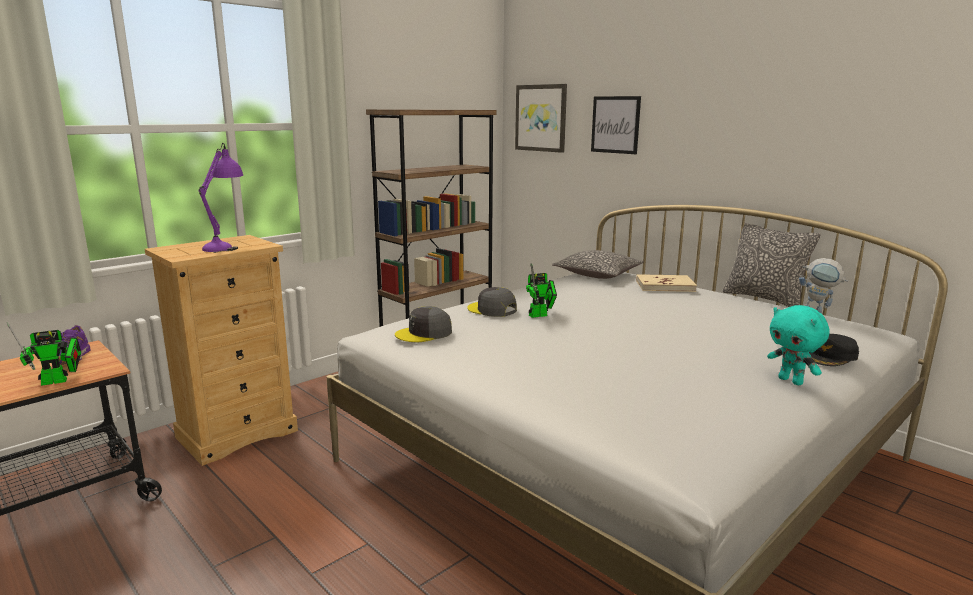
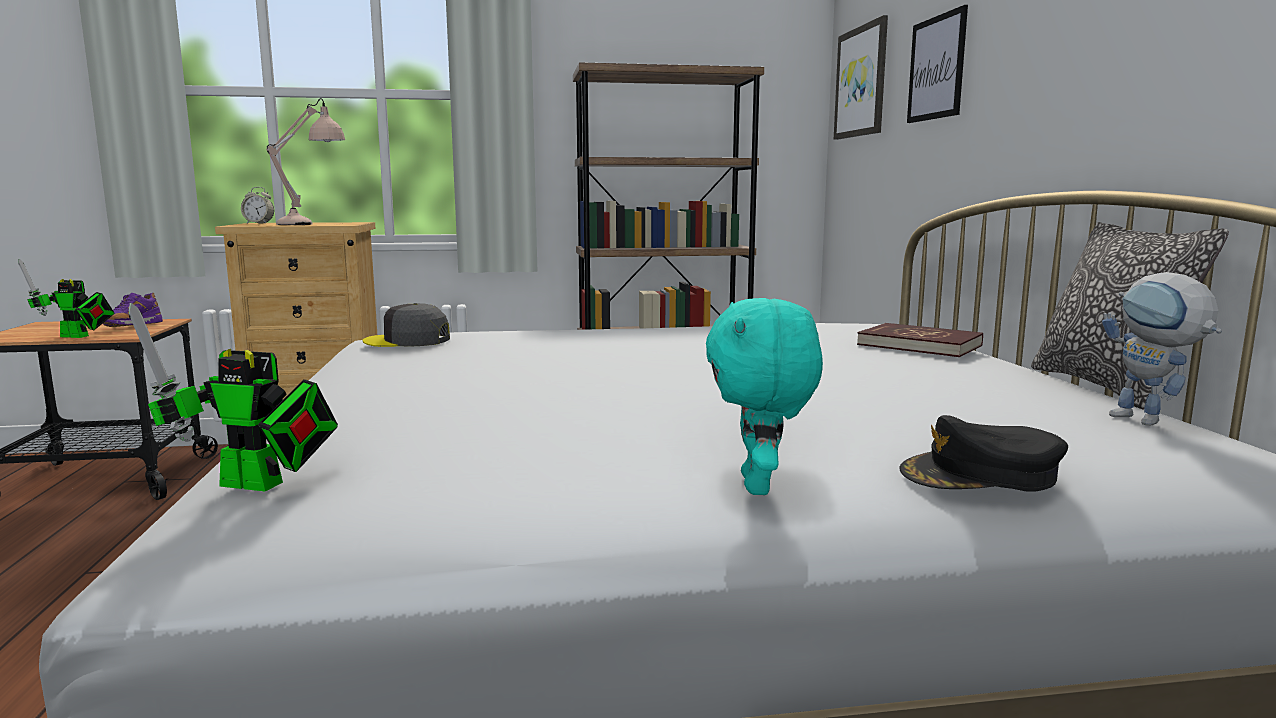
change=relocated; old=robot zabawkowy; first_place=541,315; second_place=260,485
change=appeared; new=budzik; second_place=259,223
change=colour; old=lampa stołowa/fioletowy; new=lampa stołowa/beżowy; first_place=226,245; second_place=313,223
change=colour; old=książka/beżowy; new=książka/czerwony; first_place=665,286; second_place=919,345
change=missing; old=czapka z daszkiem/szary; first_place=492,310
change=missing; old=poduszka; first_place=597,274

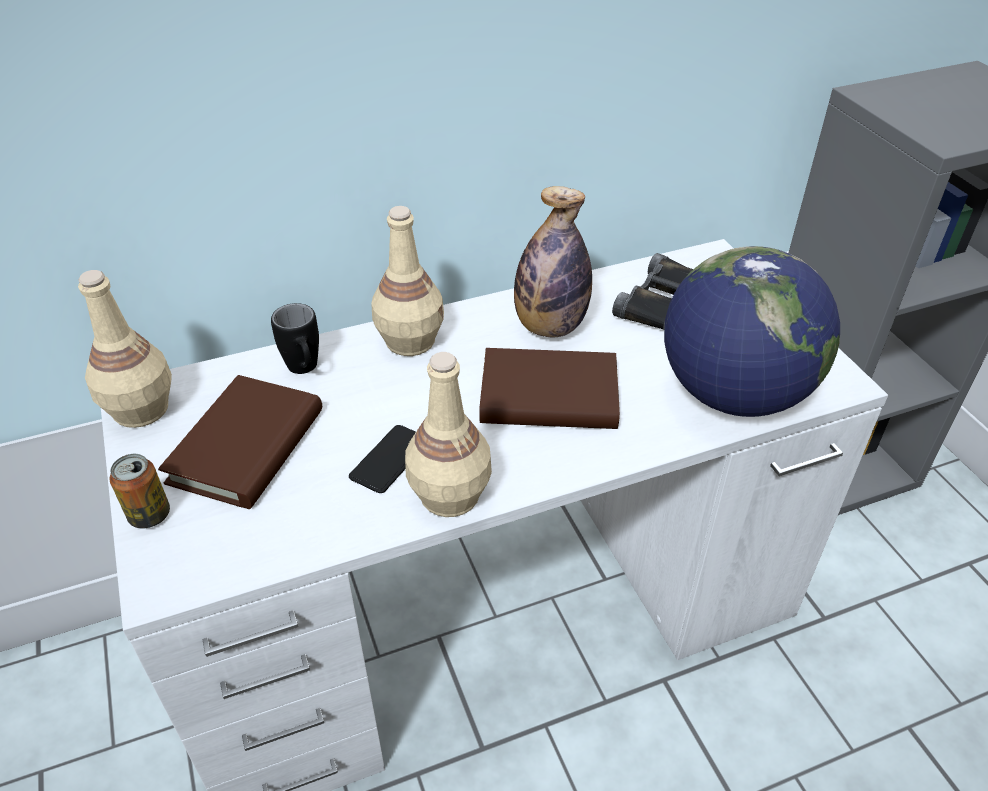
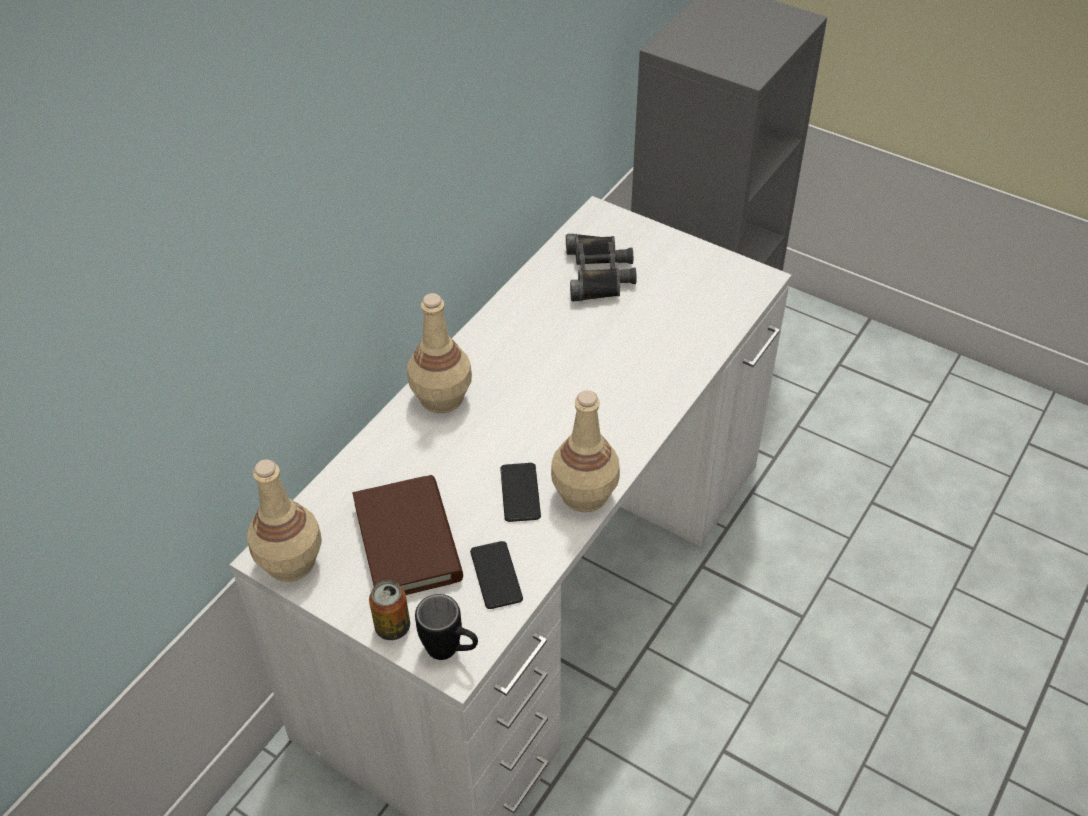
change=relocated; old=kubek/czarny; first_place=305,370; second_place=451,651
change=appeared; new=telefon; second_place=496,575
change=missing; old=książka/brązowy; first_place=549,396
change=missing; old=butelka; first_place=550,326
change=missing; old=globus; first_place=734,394

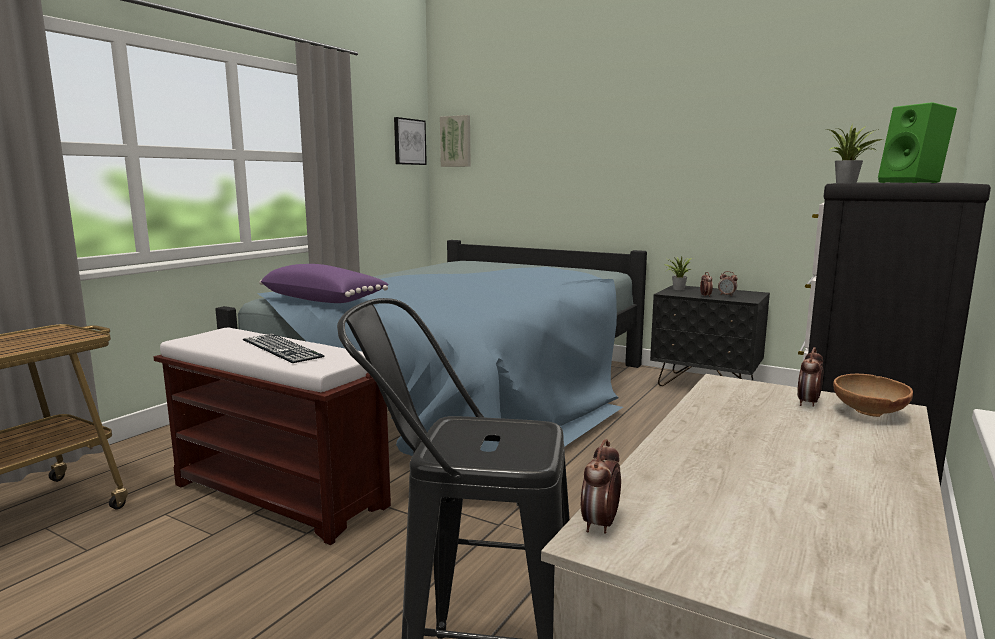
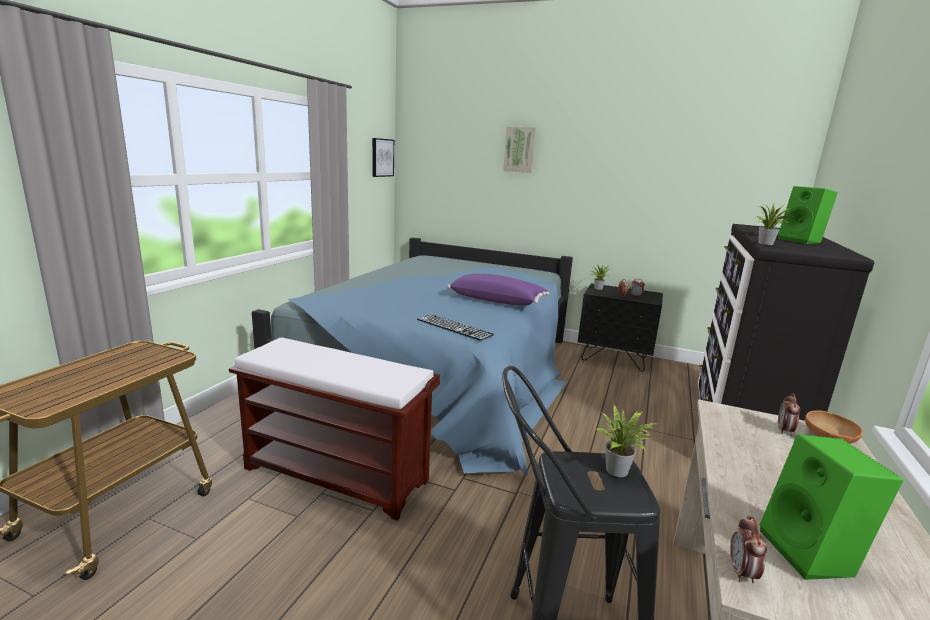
change=relocated; old=klawiatura; first_place=281,348; second_place=454,327
change=relocated; old=poduszka/fioletowy; first_place=324,300; second_place=497,300
change=relocated; old=obraz; first_place=456,141; second_place=519,149
change=appeared; new=roślina doniczkowa; second_place=620,471
change=appeared; new=głośnik/zielony; second_place=813,555

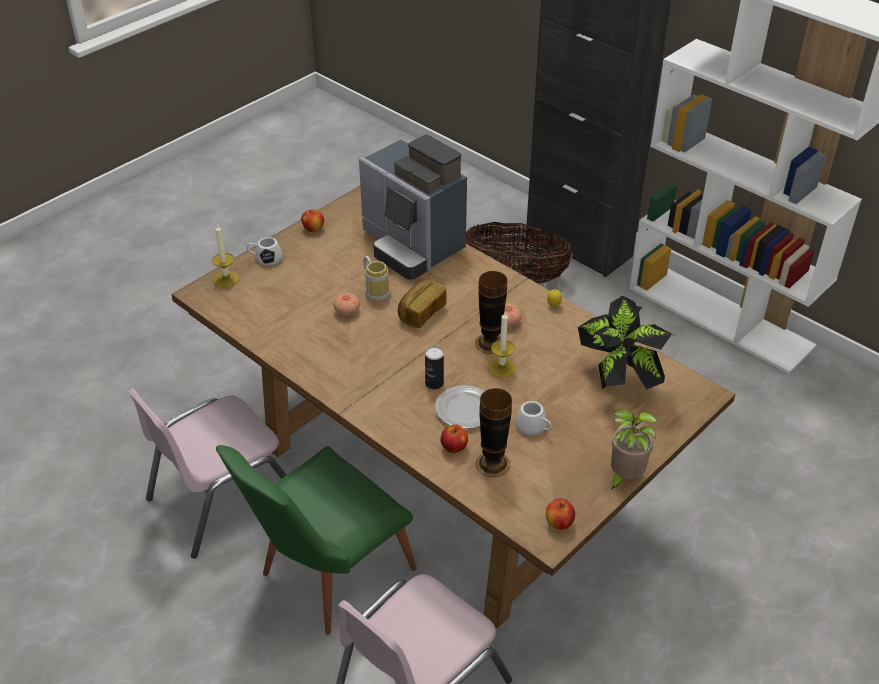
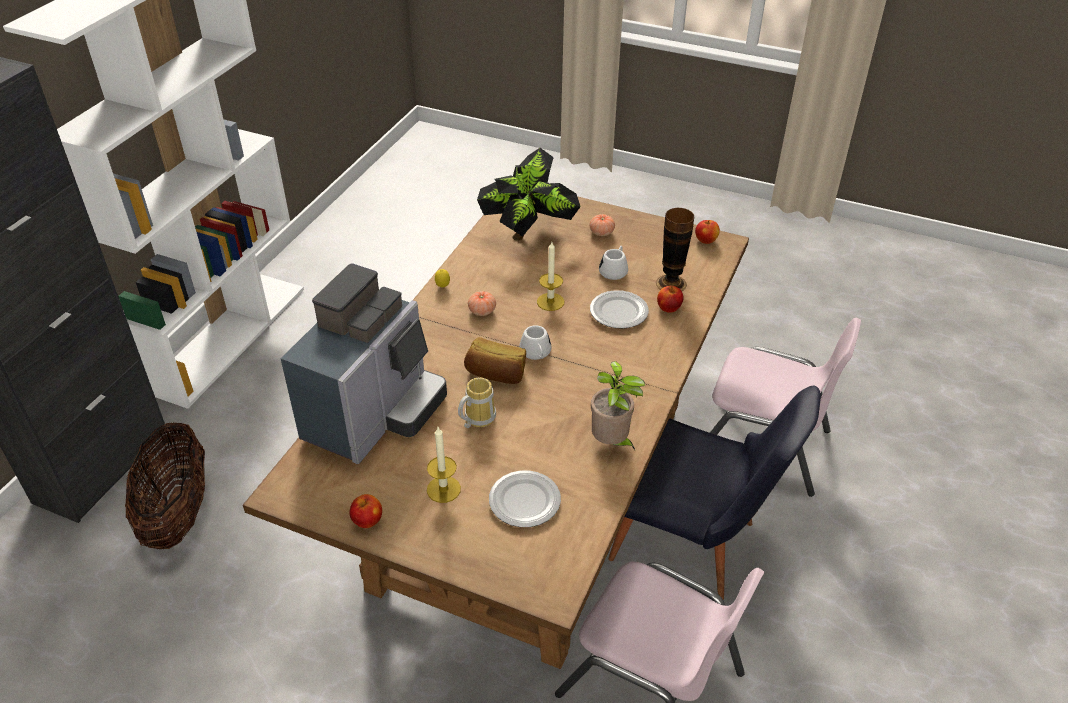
change=relocated; old=świeca; first_place=226,279; second_place=443,489
change=appeared; new=talerz; second_place=524,501
change=relocated; old=kubek/biały; first_place=265,258; second_place=536,353
change=relocated; old=pomidor; first_place=347,311; second_place=601,232
change=relocated; old=roślina doniczkowa; first_place=624,477; second_place=611,443
change=colour; old=krzesło/zielony; new=krzesło/czarny; first_place=325,577; second_place=696,547
change=missing; old=puszka; first_place=434,383
change=missing; old=wazon; first_place=490,343

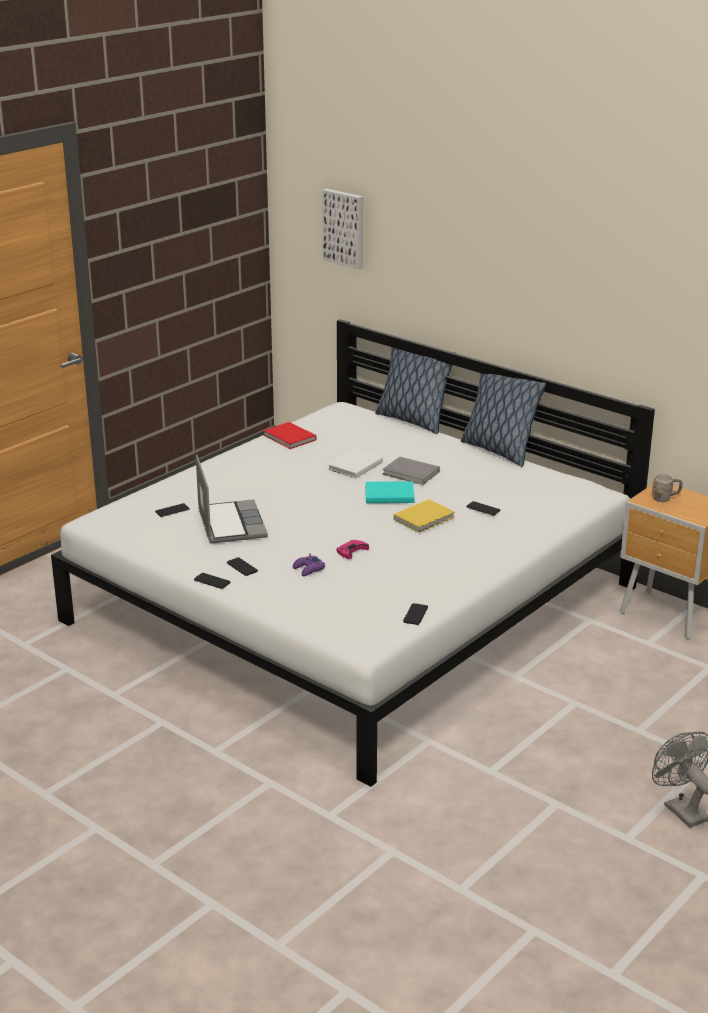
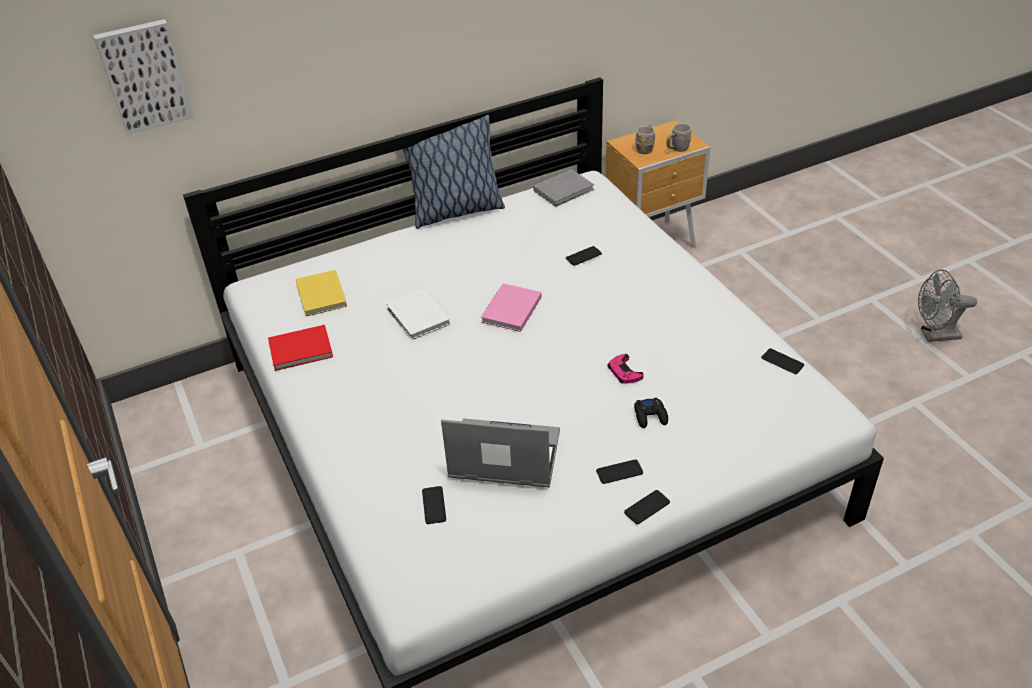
change=relocated; old=książka/żółty; first_place=425,518; second_place=322,294
change=colour; old=książka/turkusowy; new=książka/różowy; first_place=388,494; second_place=510,310
change=relocated; old=książka/szary; first_place=411,473; second_place=565,190
change=colour; old=pad do gier/fioletowy; new=pad do gier/czarny; first_place=308,569; second_place=650,416
change=appeared; new=kubek/szary; second_place=677,149
change=missing; old=poduszka; first_place=412,420

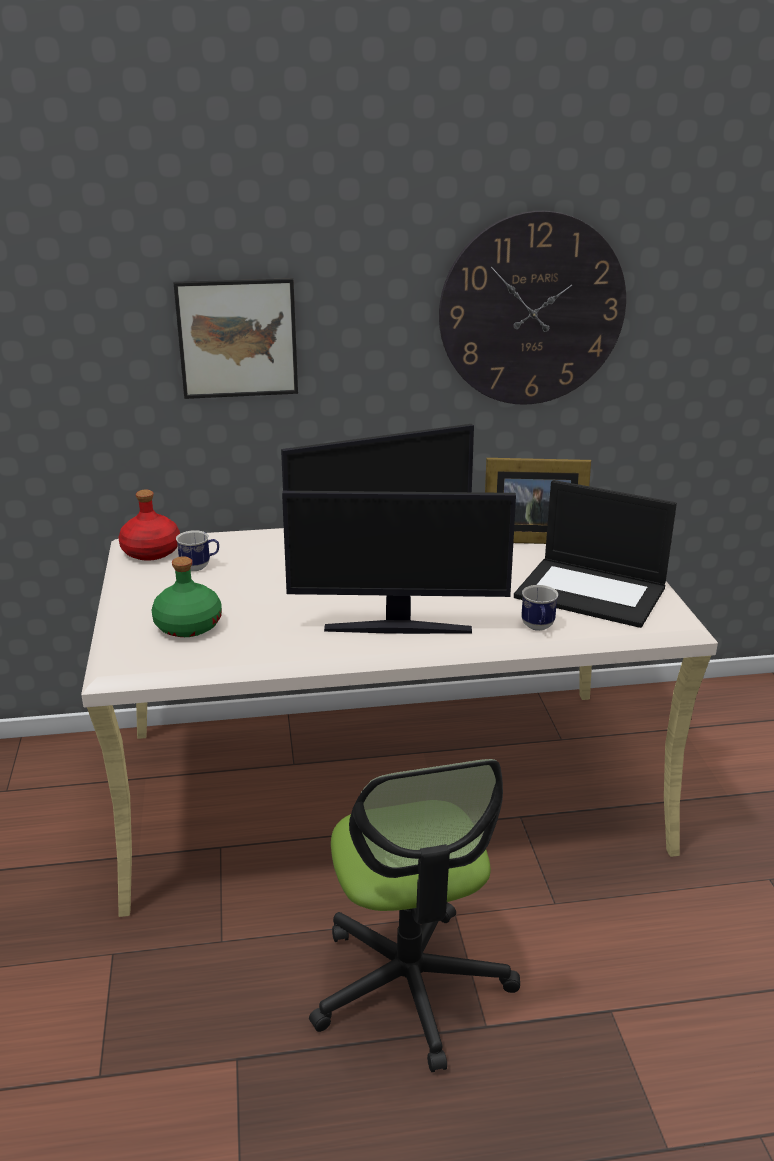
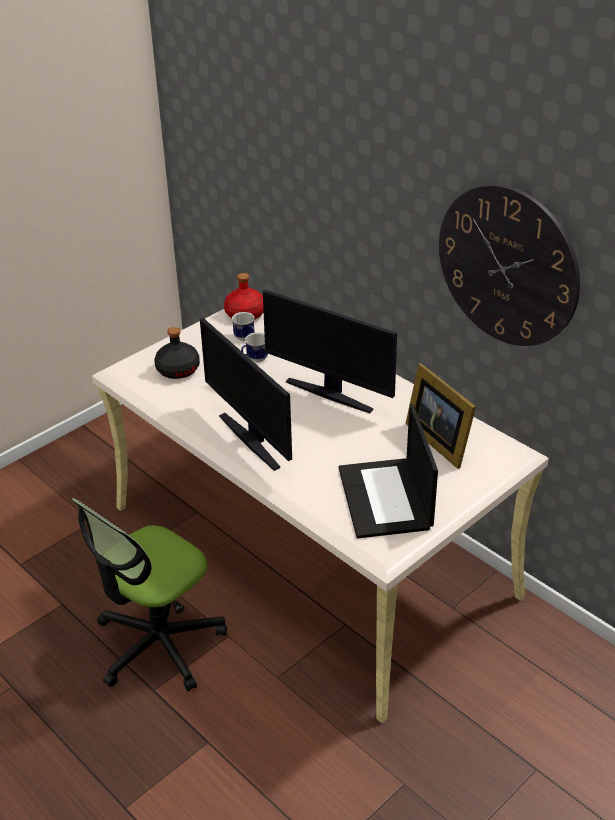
change=colour; old=butelka/zielony; new=butelka/czarny; first_place=187,626; second_place=178,369
change=relocated; old=kubek; first_place=538,628; second_place=254,359
change=missing; old=obraz; first_place=237,338

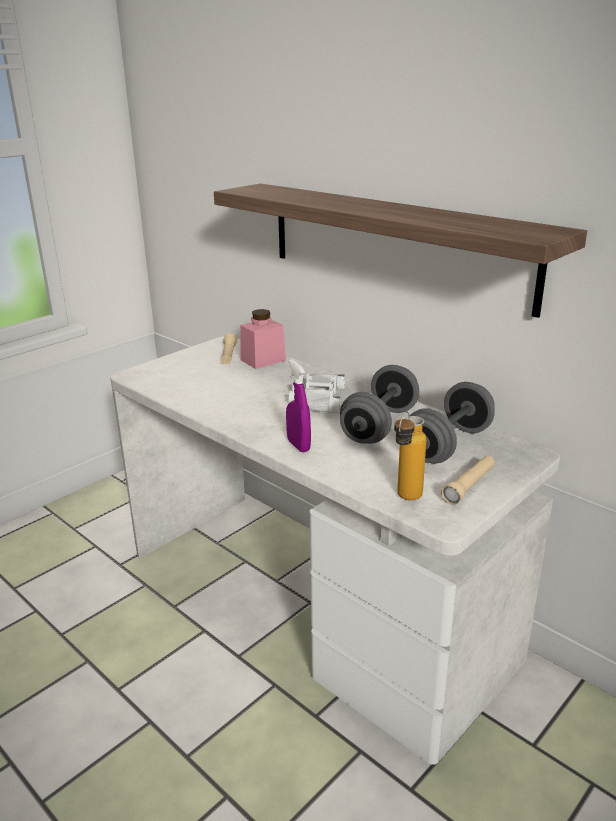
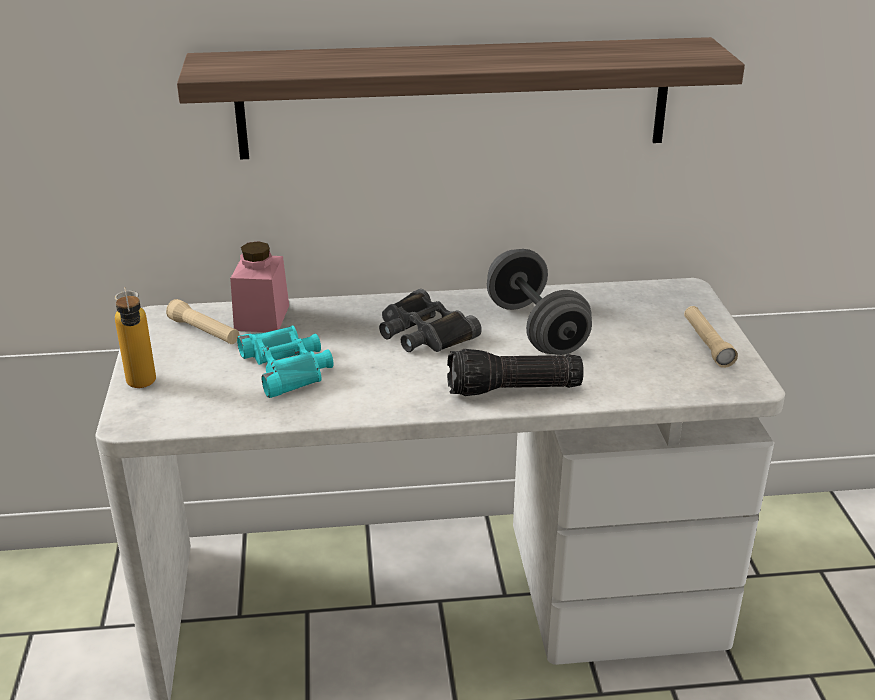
change=relocated; old=butelka; first_place=405,499; second_place=142,388
change=appeared; new=lornetka/turkusowy; second_place=288,368
change=colour; old=lornetka/biały; new=lornetka/czarny; first_place=317,399; second_place=423,333
change=exchanged; old=spryskiwacz/fioletowy; new=latarka; first_place=298,445; second_place=513,390
change=missing; old=hantel/szary; first_place=448,445

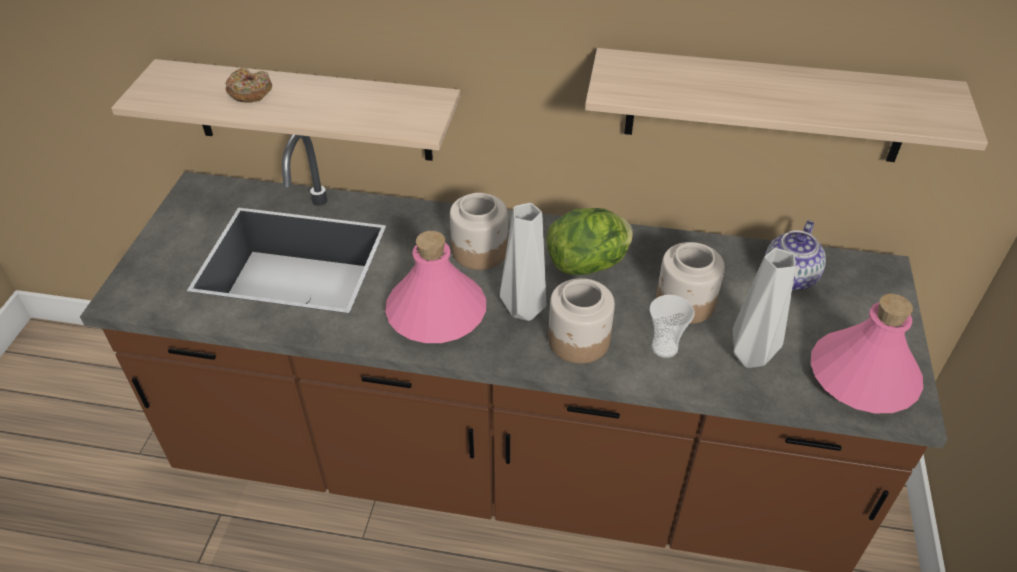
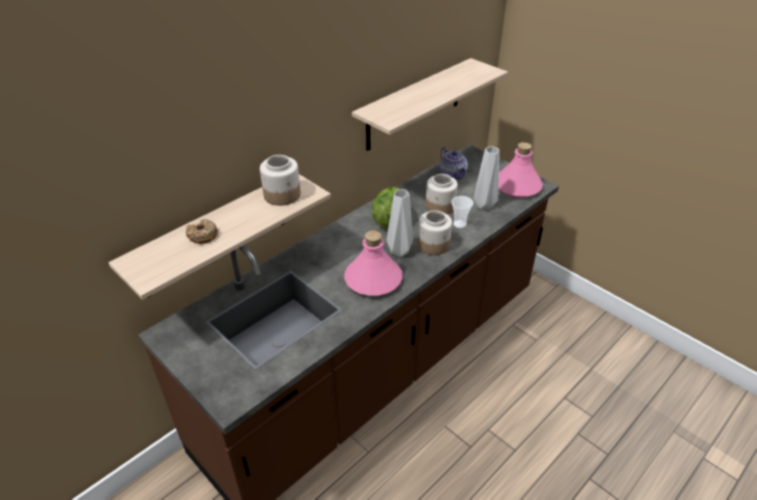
change=relocated; old=słoik; first_place=480,251; second_place=282,195

